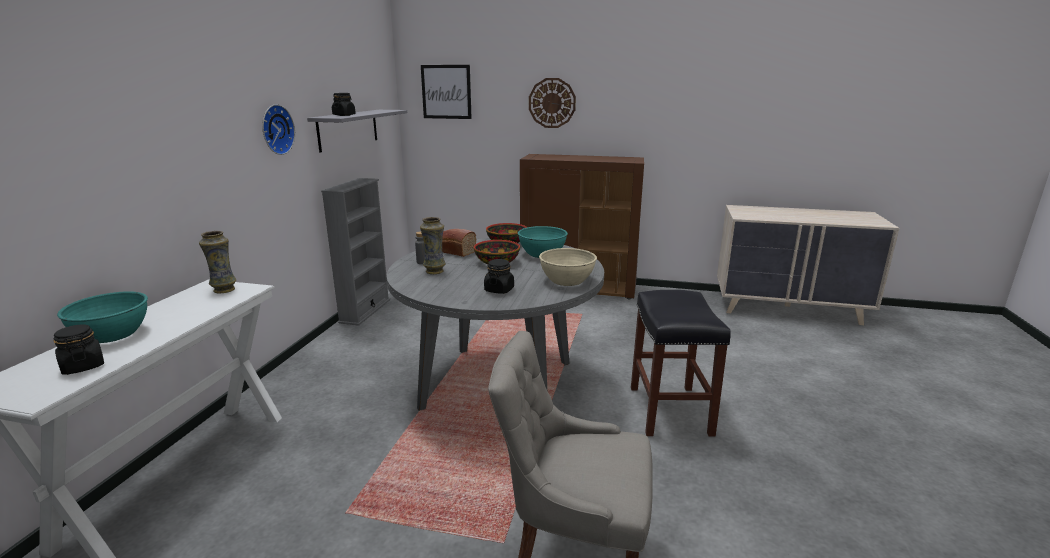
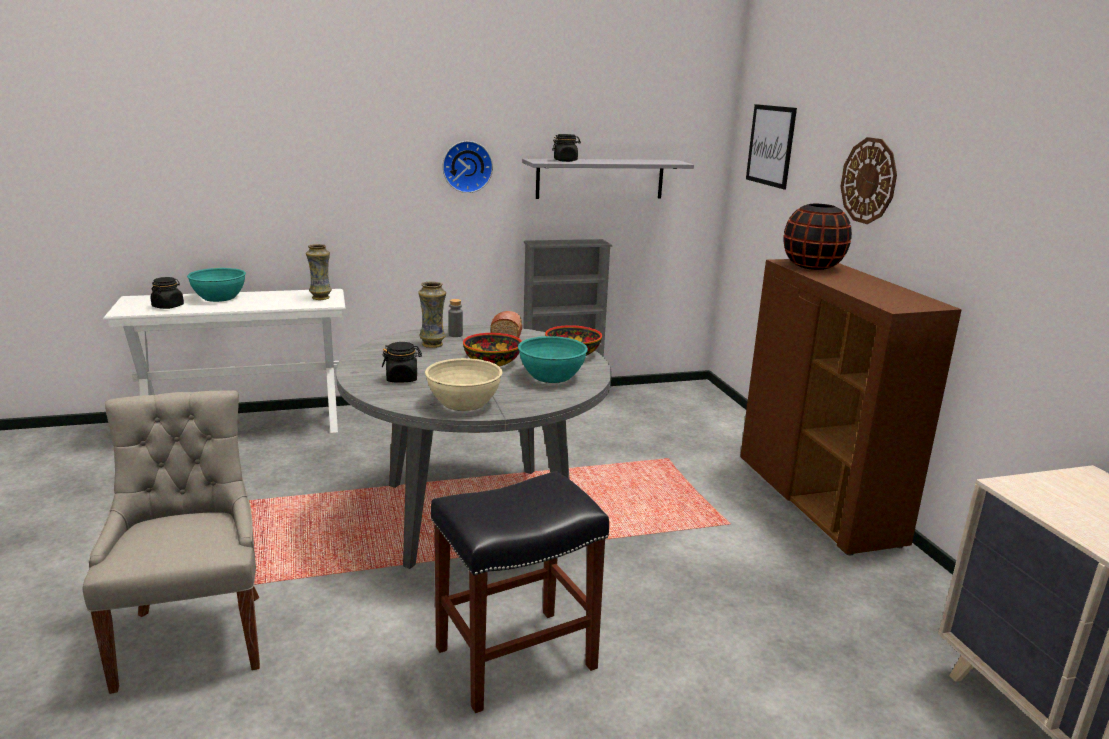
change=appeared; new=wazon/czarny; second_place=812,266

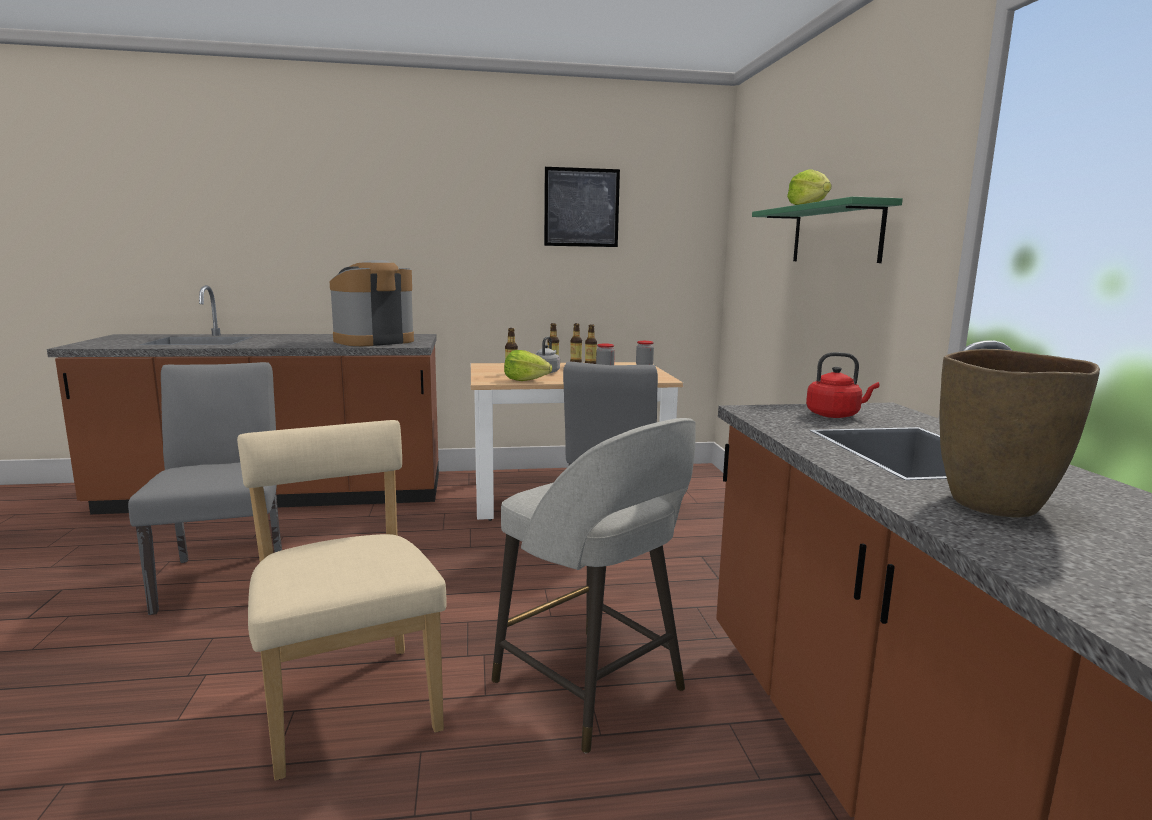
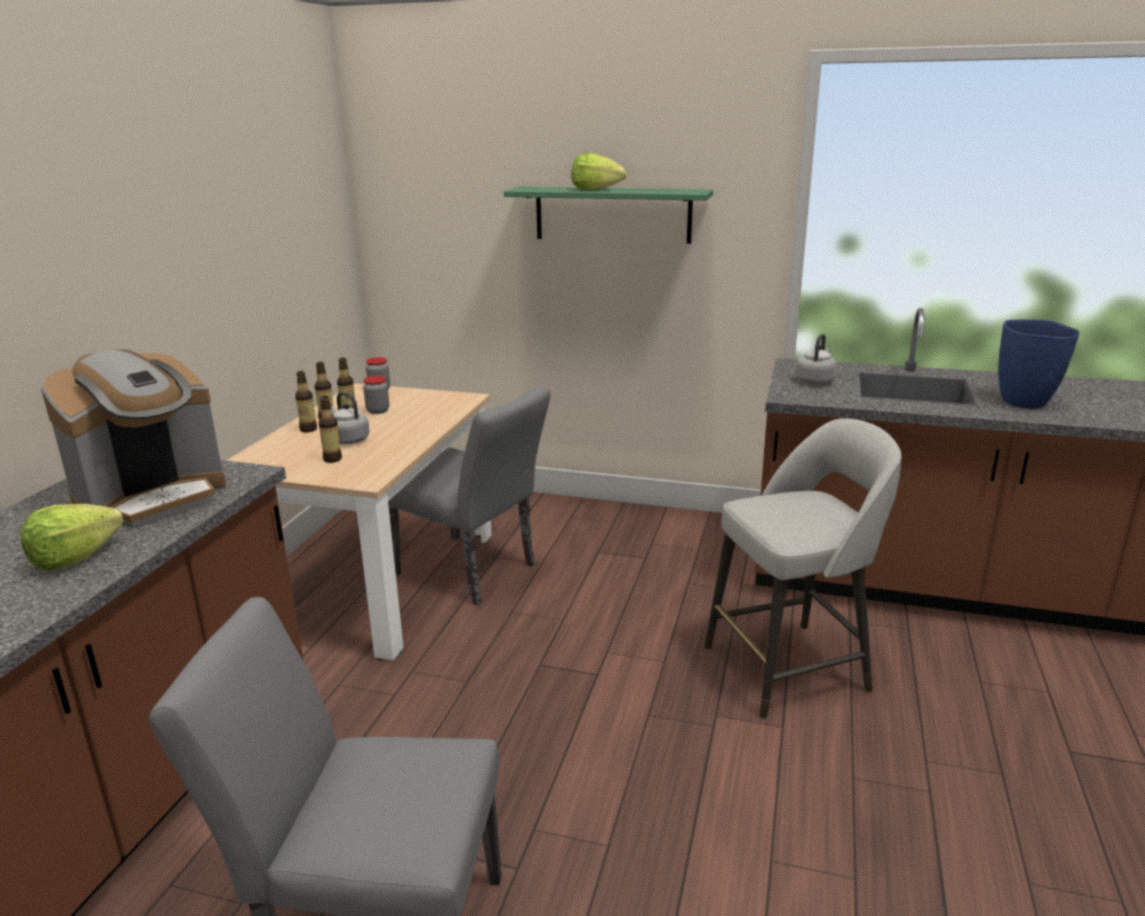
change=relocated; old=sałata; first_place=525,380; second_place=74,558
change=spun; old=ekspres do kawy; first_place=373,341; second_place=152,498; degrees=-120
change=colour; old=czajnik/czerwony; new=czajnik/szary; first_place=835,415; second_place=815,380
change=colour; old=wazon/brązowy; new=wazon/niebieski; first_place=995,505; second_place=1025,402
change=missing; old=krzesło/beżowy; first_place=349,700
change=missing; old=obraz; first_place=581,207

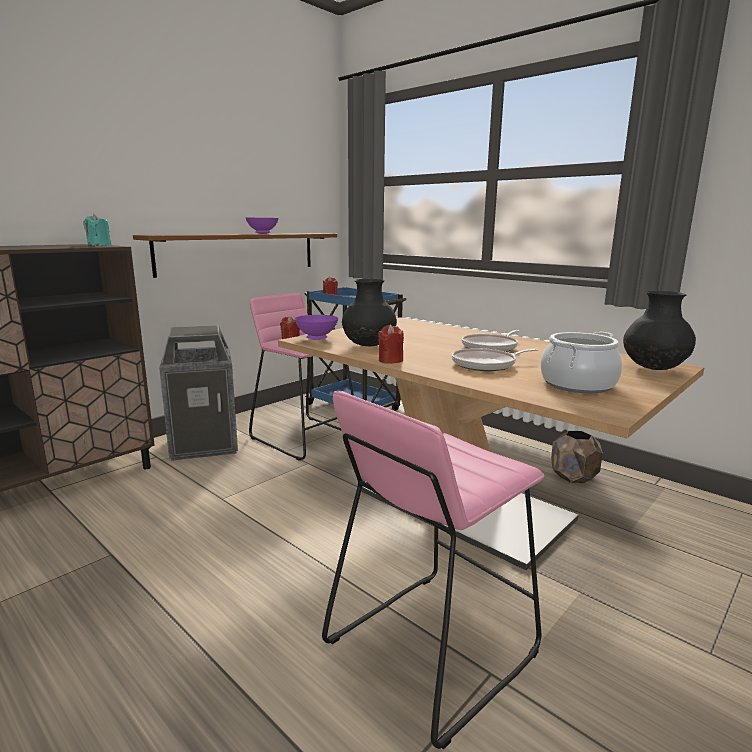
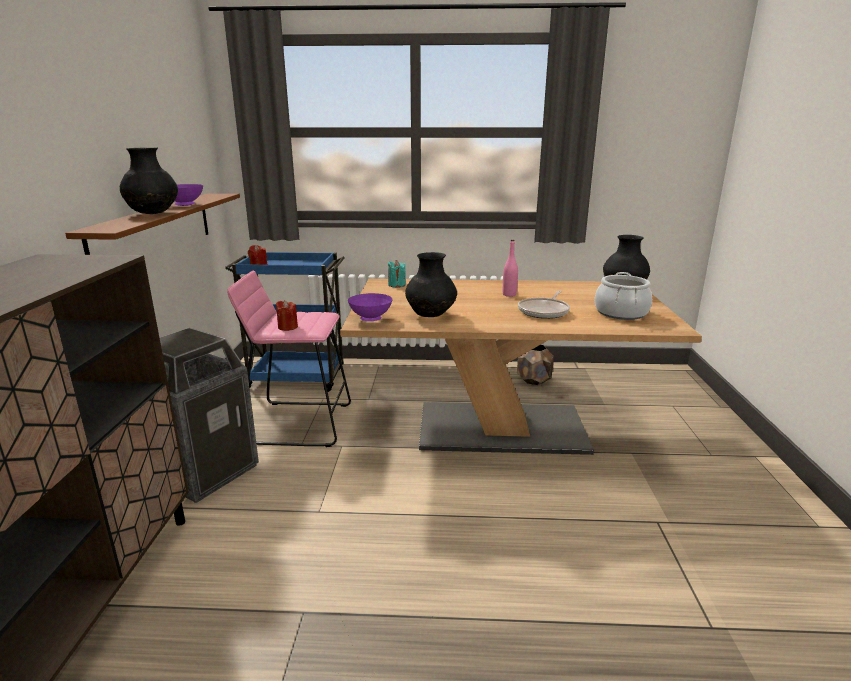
change=appeared; new=wazon/czarny; second_place=153,214
change=relocated; old=świeca/turkusowy; first_place=99,245; second_place=397,285
change=exchanged; old=patelnia; new=butelka/różowy; first_place=491,347; second_place=509,295
change=missing; old=stołek/różowy; first_place=431,646
change=missing; old=świeca/czerwony; first_place=390,360

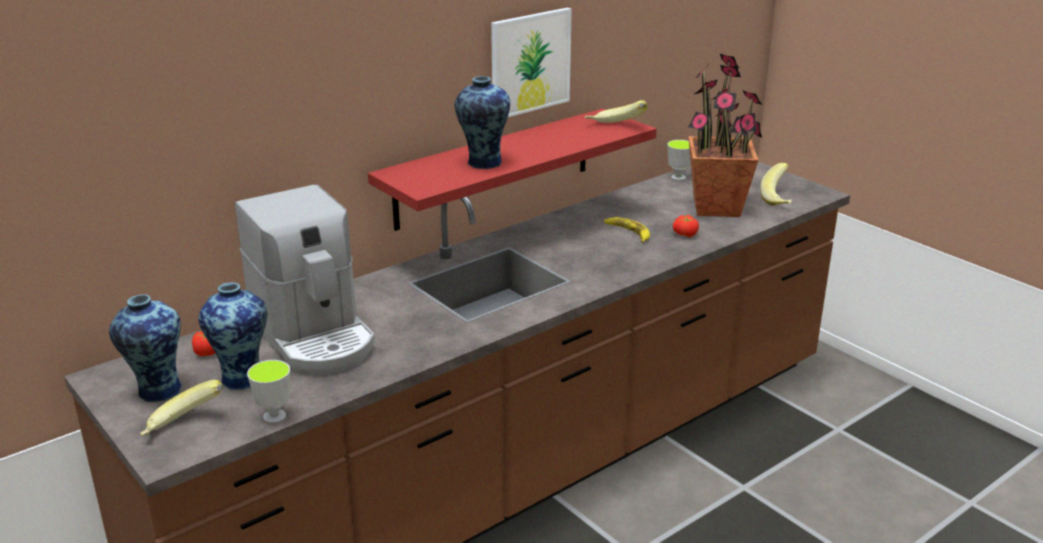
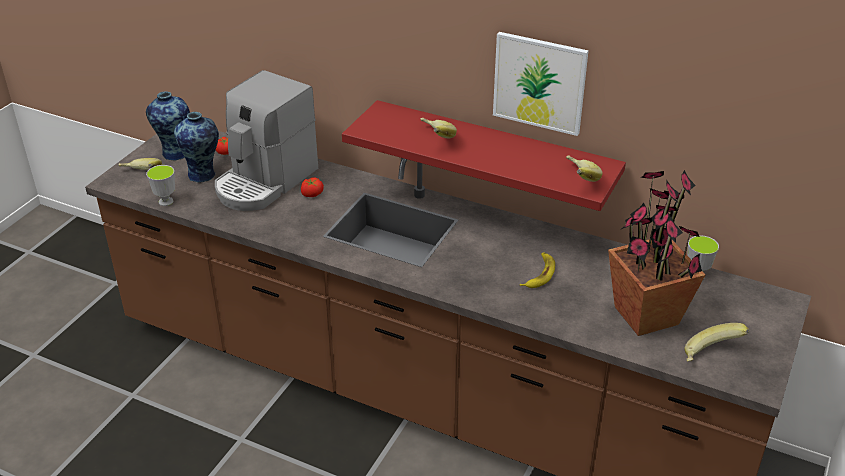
change=relocated; old=pomidor; first_place=685,234; second_place=311,193
change=exchanged; old=wazon; new=banan; first_place=483,163; second_place=434,139

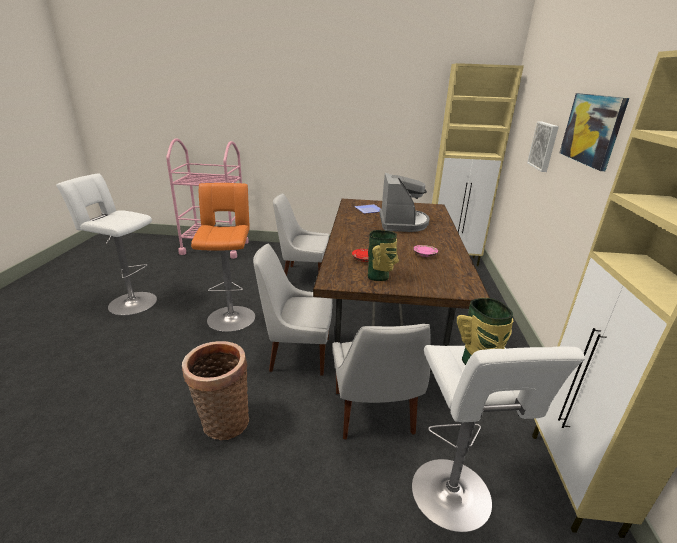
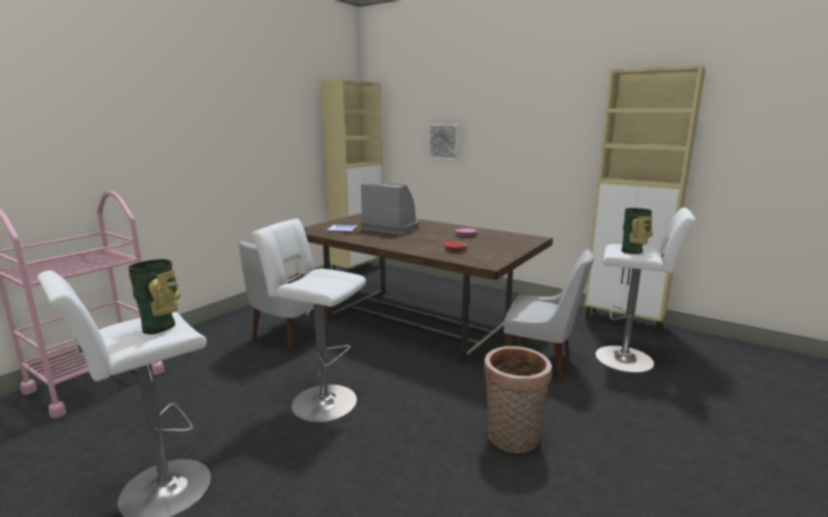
change=relocated; old=wazon; first_place=379,277; second_place=161,326
change=colour; old=stołek/pomarańczowy; new=stołek/biały; first_place=231,316; second_place=320,401
change=missing; old=krzesło/biały; first_place=297,354
change=missing; old=obraz; first_place=592,129

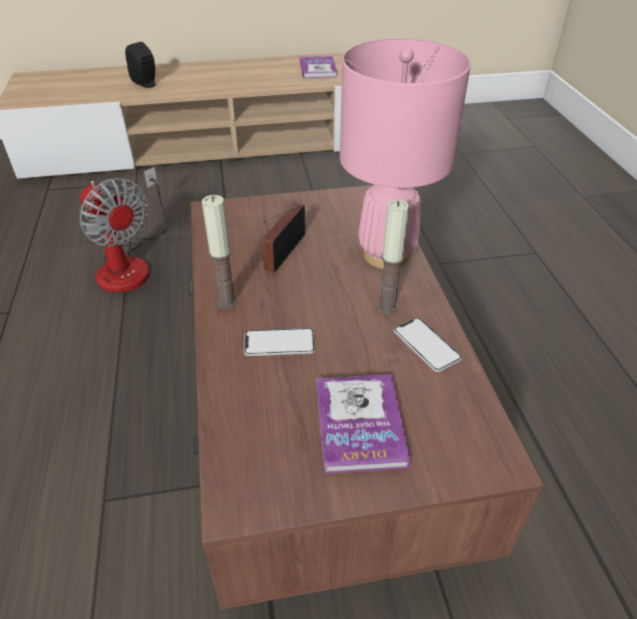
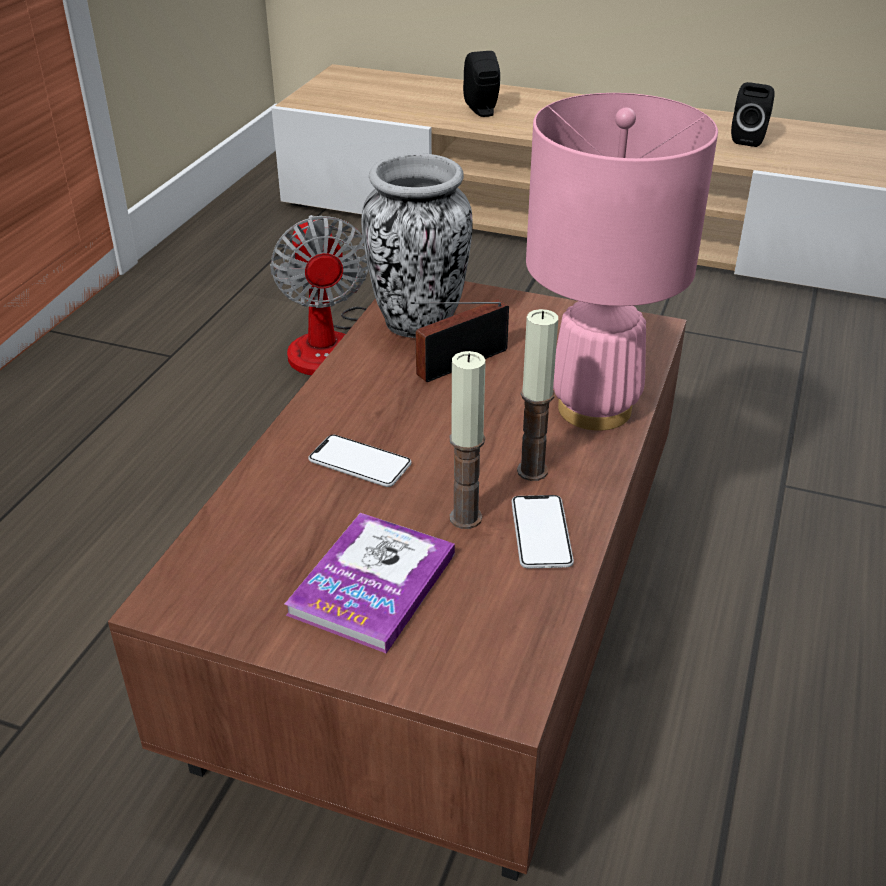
change=appeared; new=wazon; second_place=418,323
change=relocated; old=świeca; first_place=226,302; second_place=465,518
change=exchanged; old=książka; new=głośnik/czarny; first_place=318,69; second_place=749,139

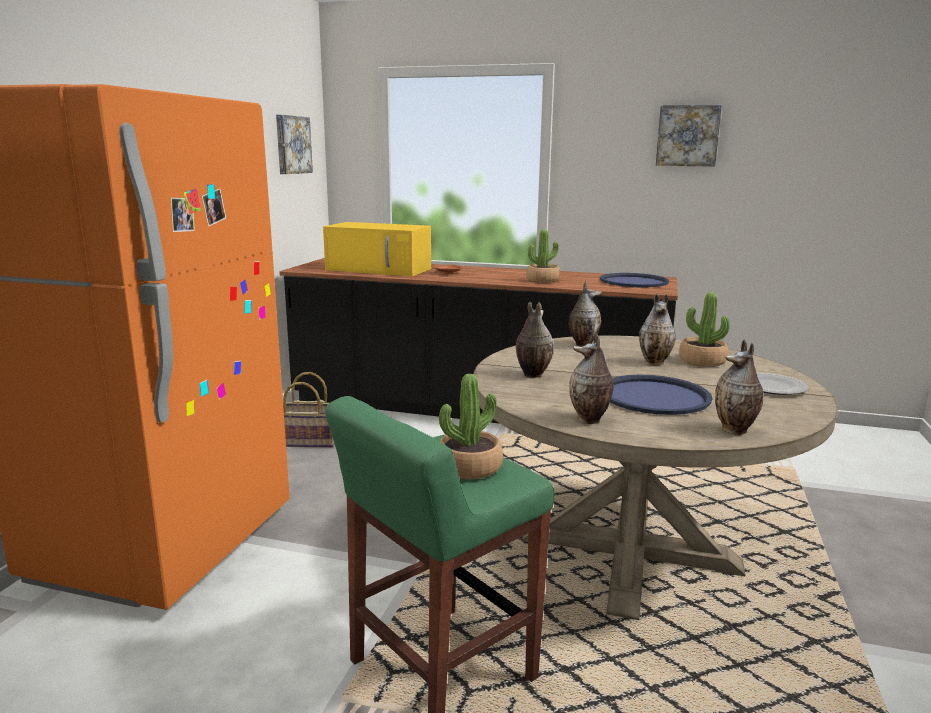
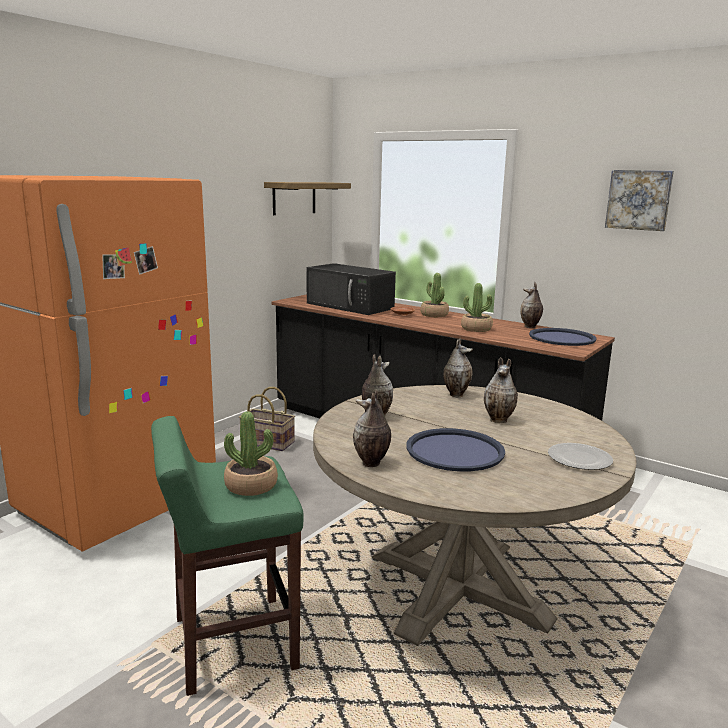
change=exchanged; old=obraz; new=półka; first_place=292,145; second_place=294,198
change=colour; old=mikrofalówka/żółty; new=mikrofalówka/czarny; first_place=380,269; second_place=351,306
change=relocated; old=roślina doniczkowa; first_place=702,361; second_place=434,315
change=relocated; old=wazon; first_place=736,430; second_place=530,327

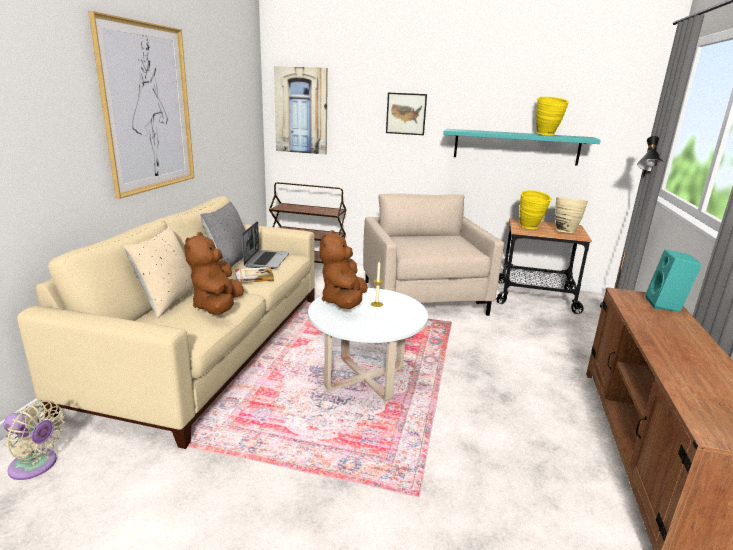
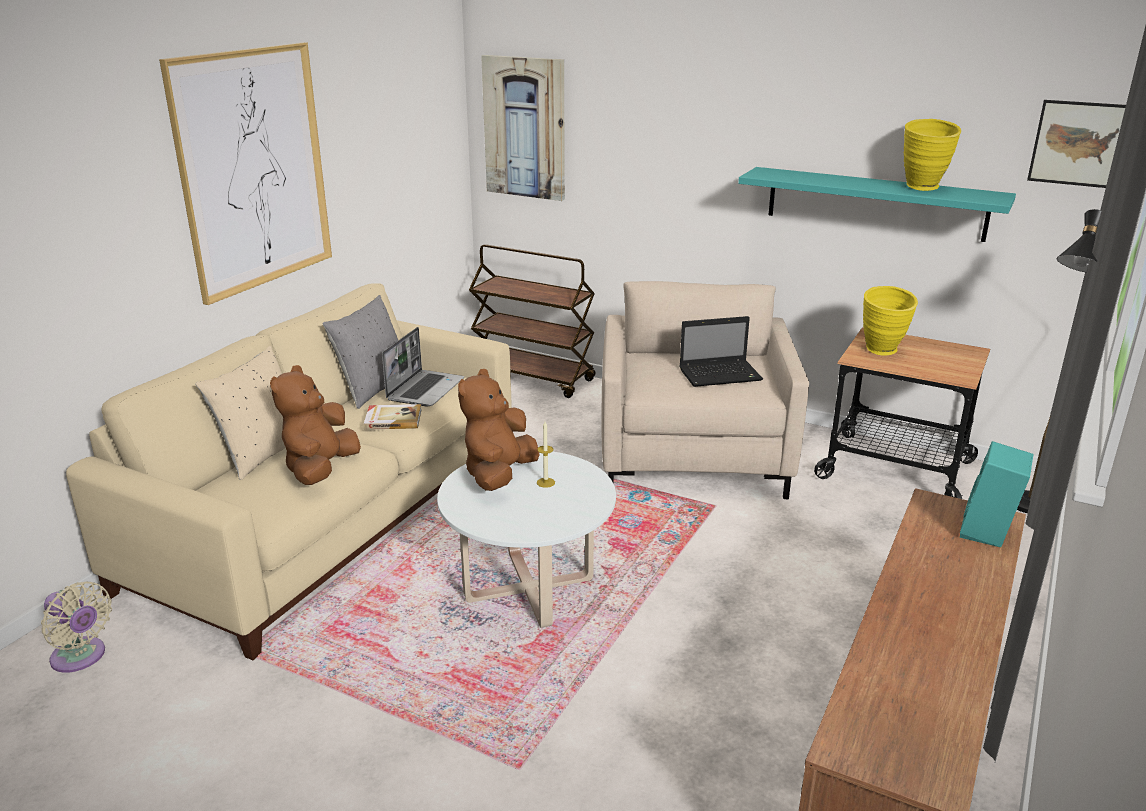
change=appeared; new=laptop; second_place=721,374
change=relocated; old=obraz; first_place=406,114; second_place=1079,143
change=missing; old=wazon/beżowy; first_place=565,232

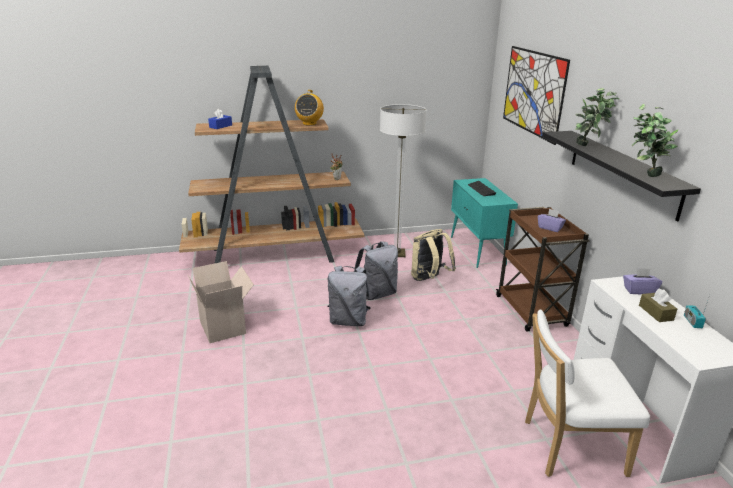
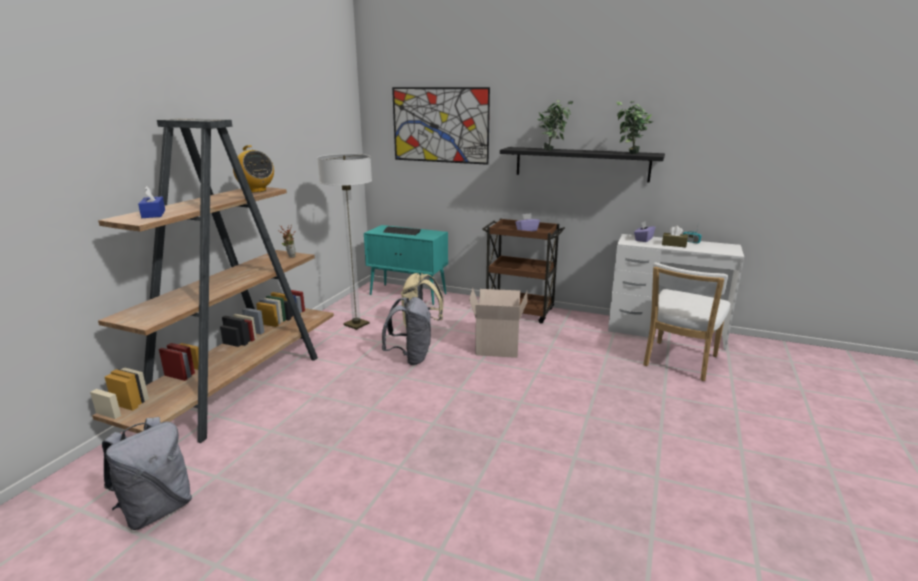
change=relocated; old=plecak/szary; first_place=348,321; second_place=157,509
change=relocated; old=karton; first_place=224,327; second_place=498,347

